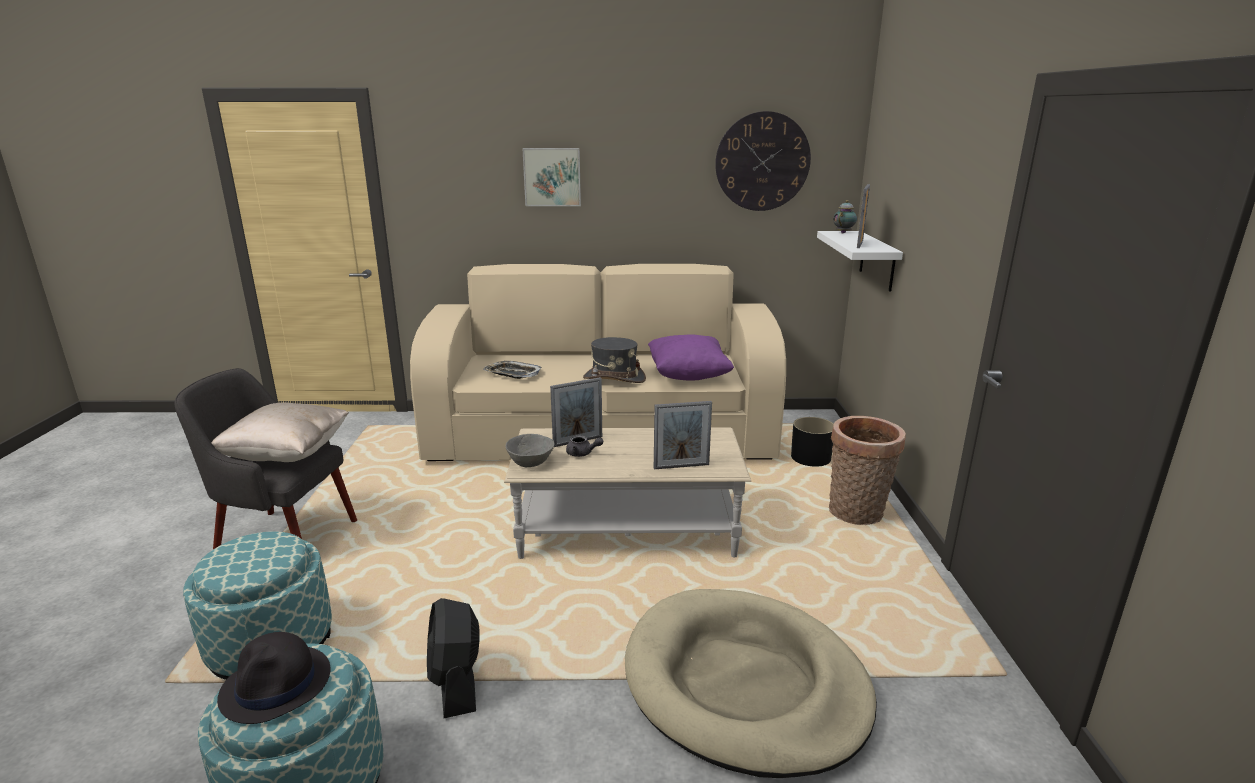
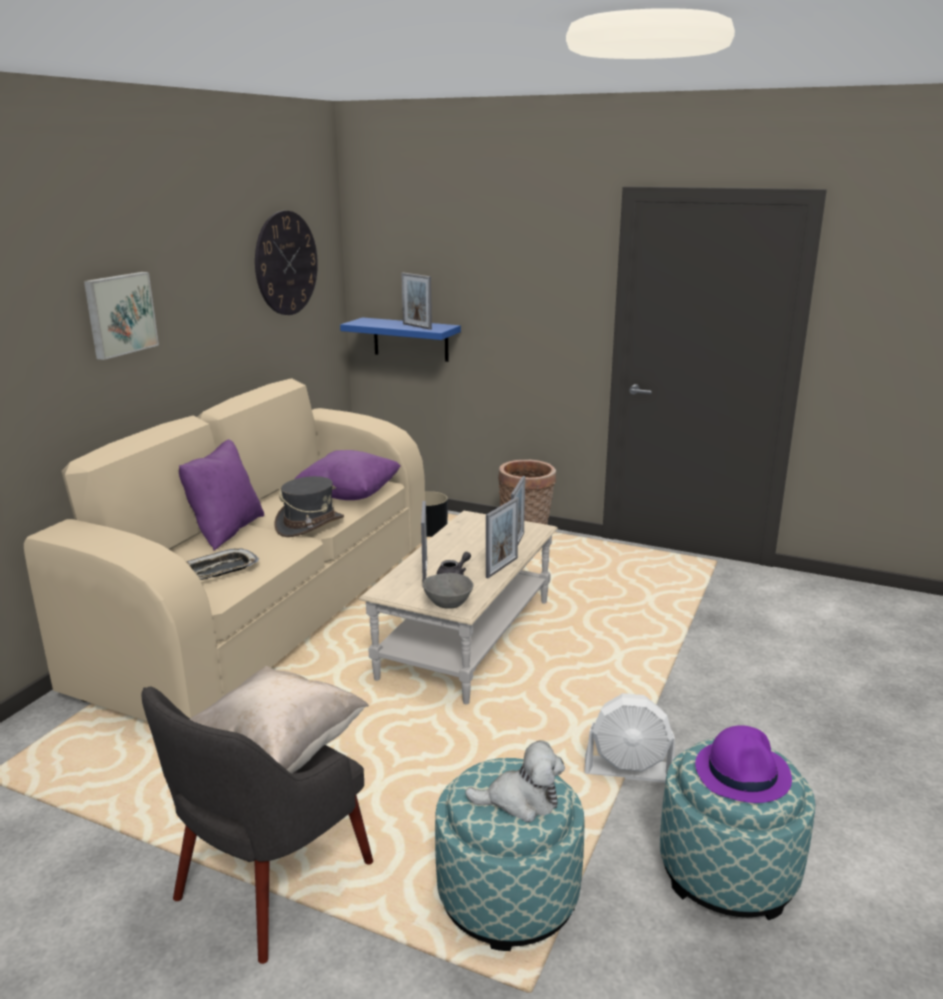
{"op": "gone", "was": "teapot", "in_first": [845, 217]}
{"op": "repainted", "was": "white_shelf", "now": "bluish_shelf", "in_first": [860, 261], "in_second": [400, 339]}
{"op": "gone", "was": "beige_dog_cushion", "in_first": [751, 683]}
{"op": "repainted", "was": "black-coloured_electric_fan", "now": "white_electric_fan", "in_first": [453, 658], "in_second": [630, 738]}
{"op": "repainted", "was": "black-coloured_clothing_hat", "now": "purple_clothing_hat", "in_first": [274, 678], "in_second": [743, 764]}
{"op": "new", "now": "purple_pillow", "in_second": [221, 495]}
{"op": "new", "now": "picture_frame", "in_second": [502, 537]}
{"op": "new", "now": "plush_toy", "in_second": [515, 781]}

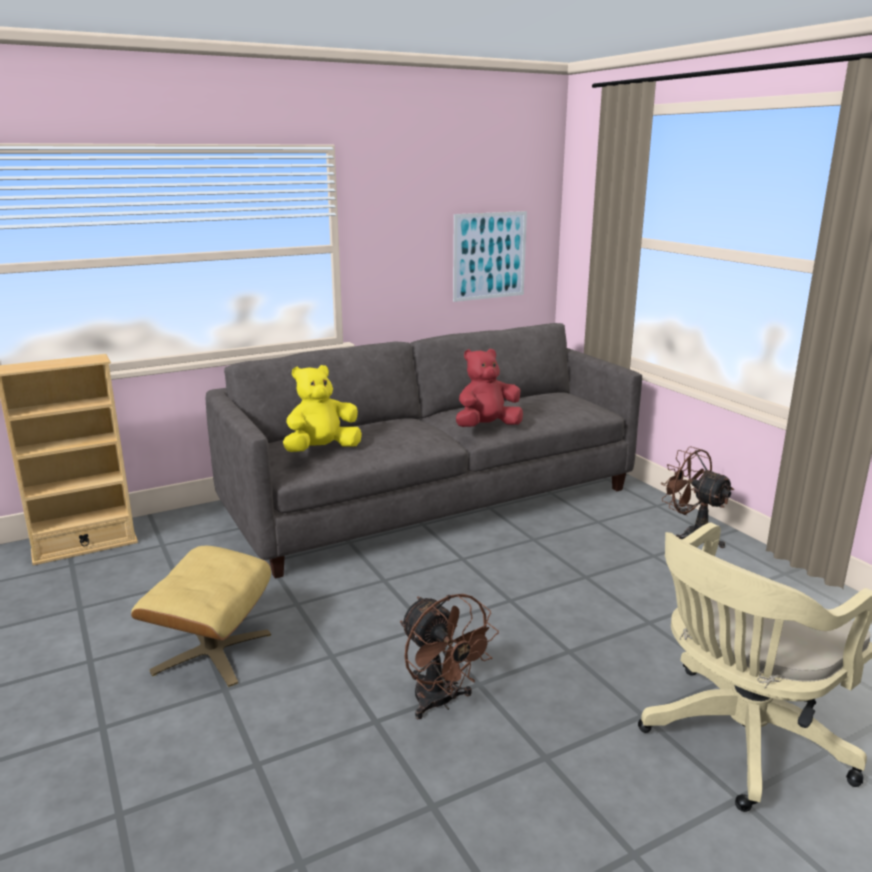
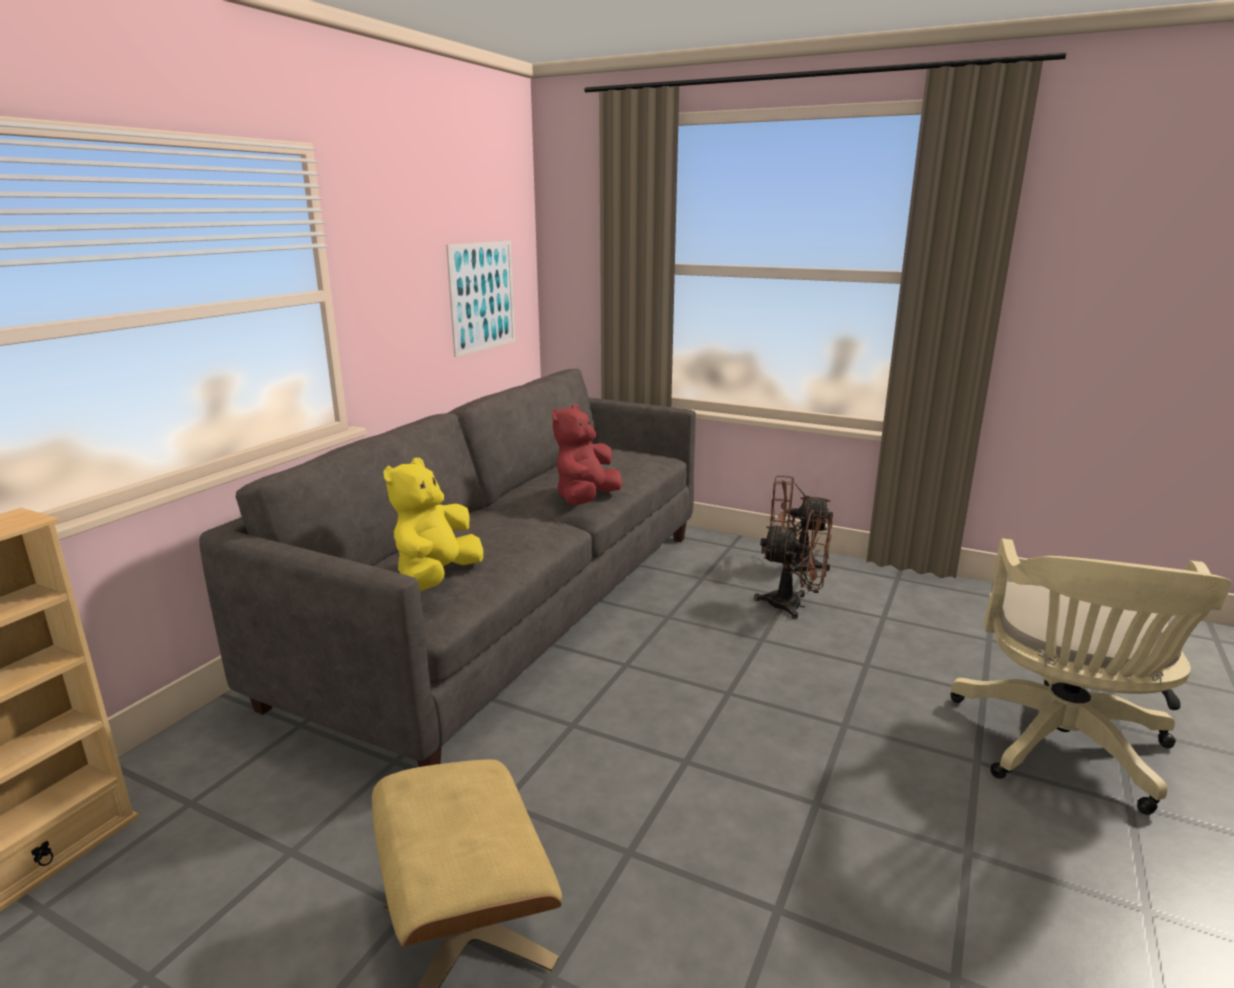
{"op": "shifted", "was": "brown-coloured_electric_fan", "in_first": [449, 656], "in_second": [793, 564]}

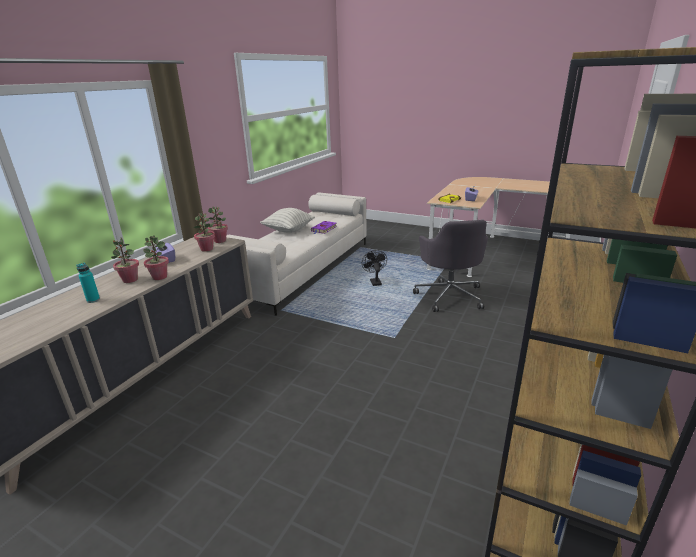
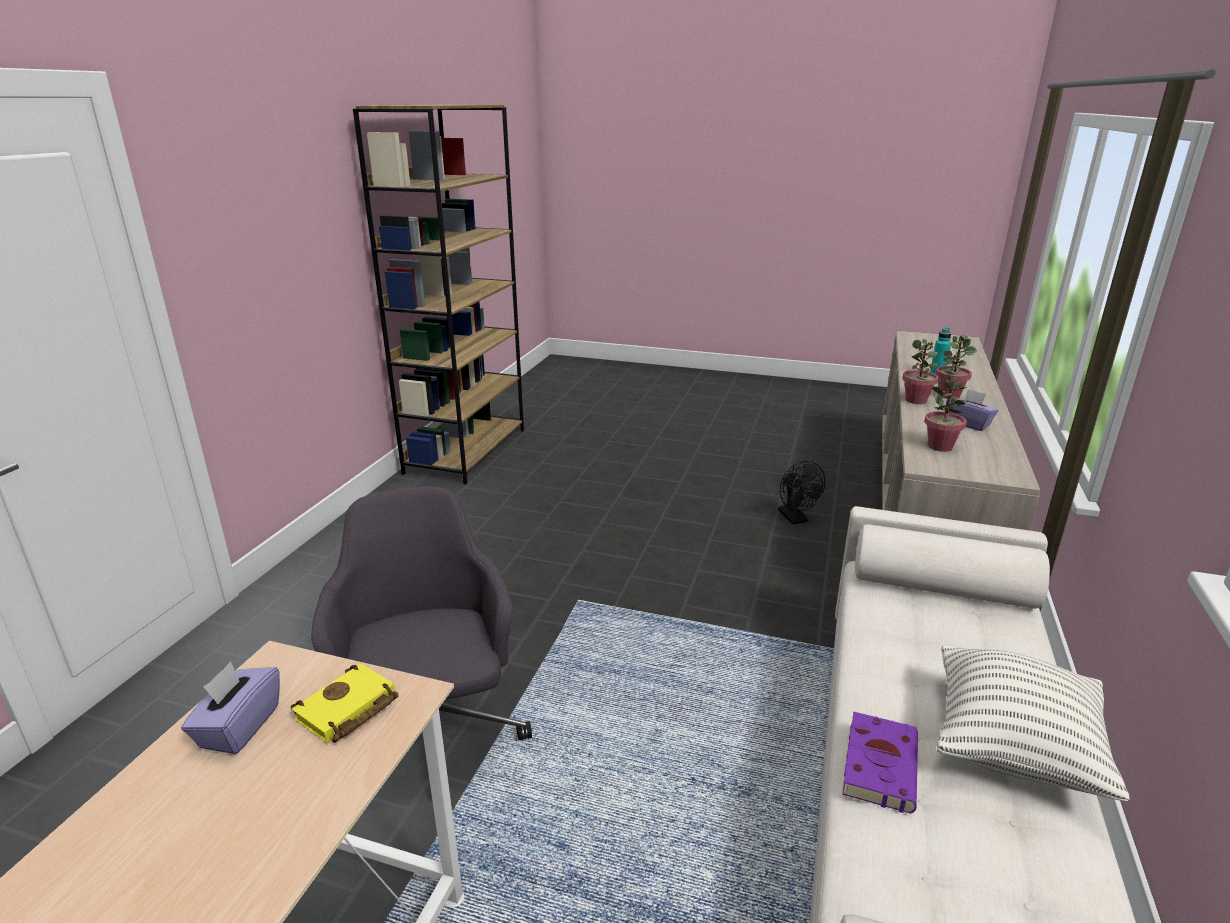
{"op": "gone", "was": "potted_plant", "in_first": [218, 224]}
{"op": "shifted", "was": "black-coloured_electric_fan", "in_first": [374, 268], "in_second": [802, 492]}

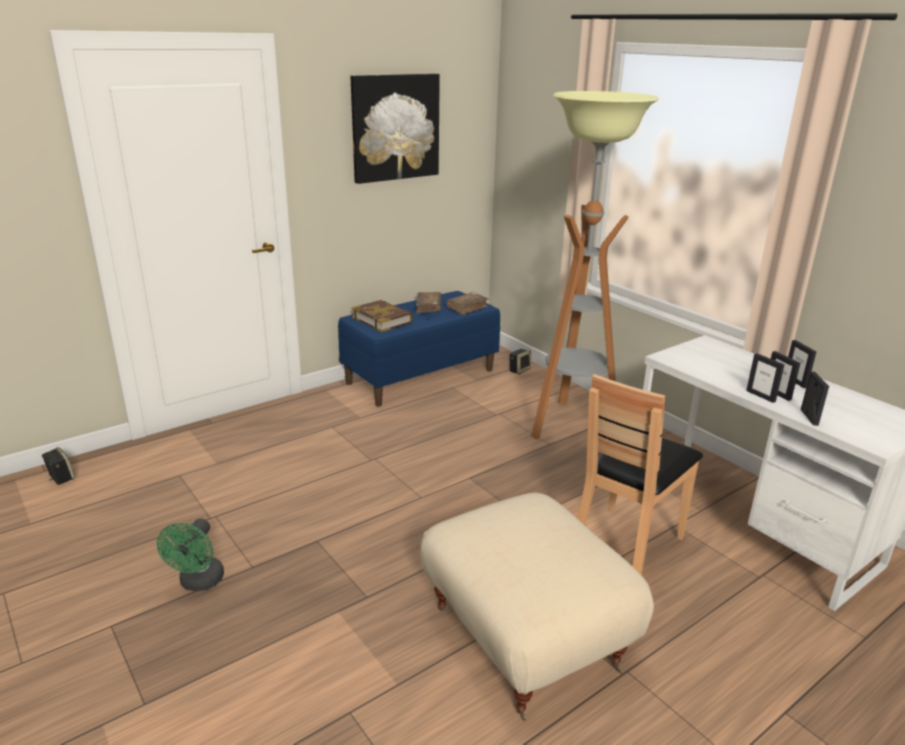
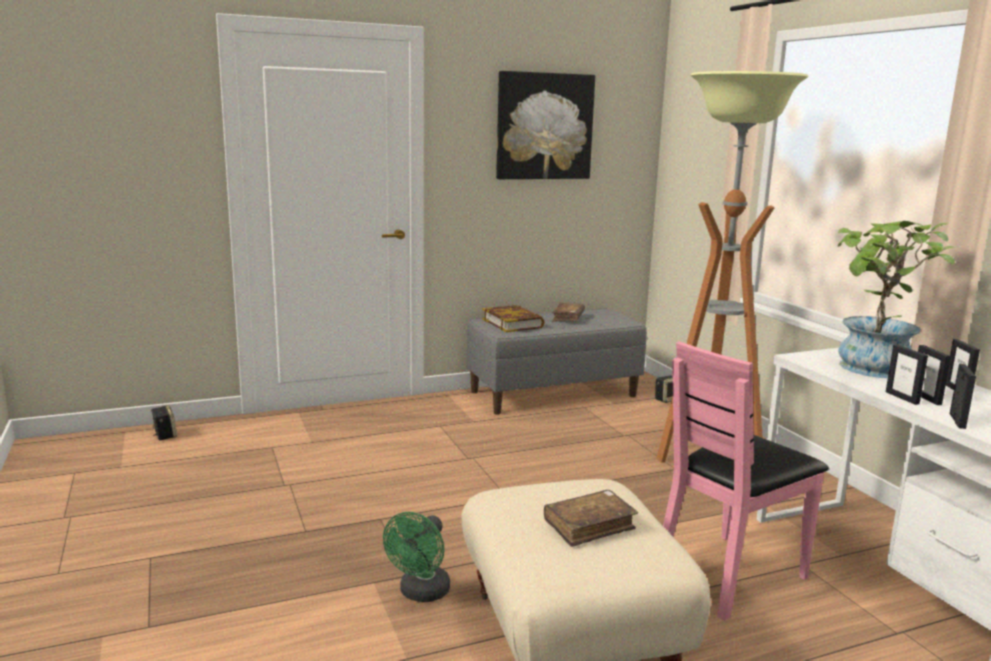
{"op": "repainted", "was": "bluish_bench", "now": "gray_bench", "in_first": [419, 349], "in_second": [556, 361]}
{"op": "shifted", "was": "brown-coloured_volume", "in_first": [467, 303], "in_second": [591, 518]}
{"op": "repainted", "was": "brown-coloured_chair", "now": "pink-coloured_chair", "in_first": [640, 474], "in_second": [746, 481]}
{"op": "shifted", "was": "greenish_electric_fan", "in_first": [190, 554], "in_second": [416, 557]}
{"op": "new", "now": "potted_plant", "in_second": [896, 299]}

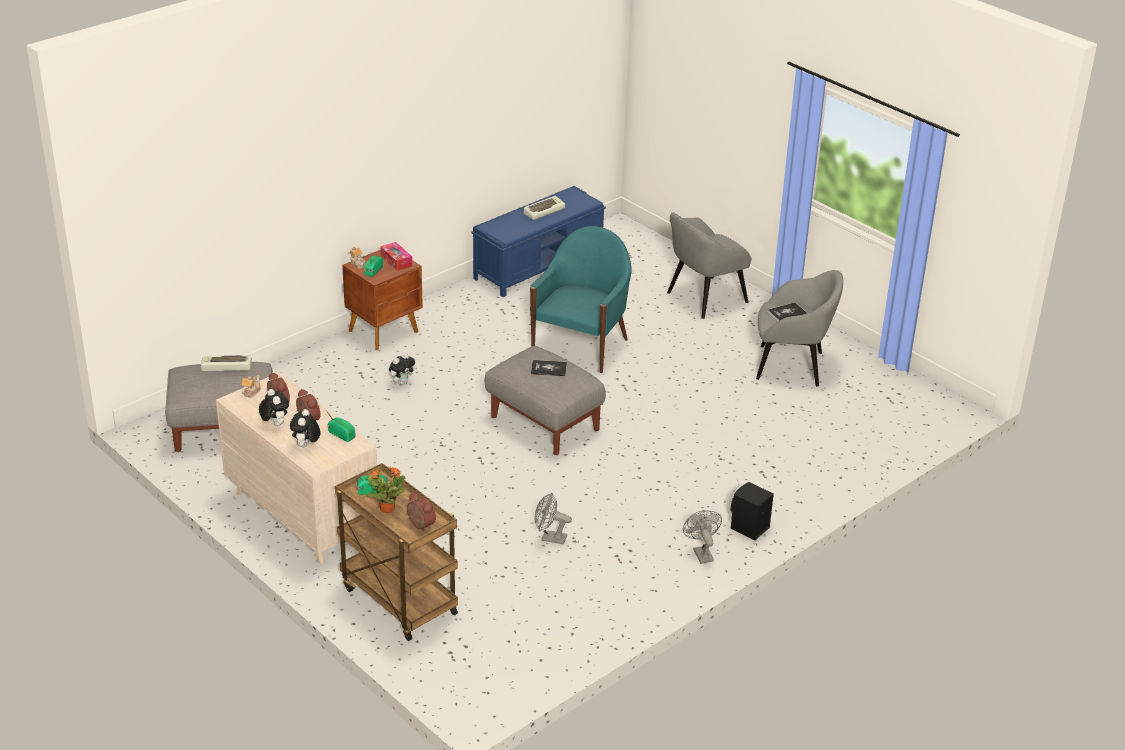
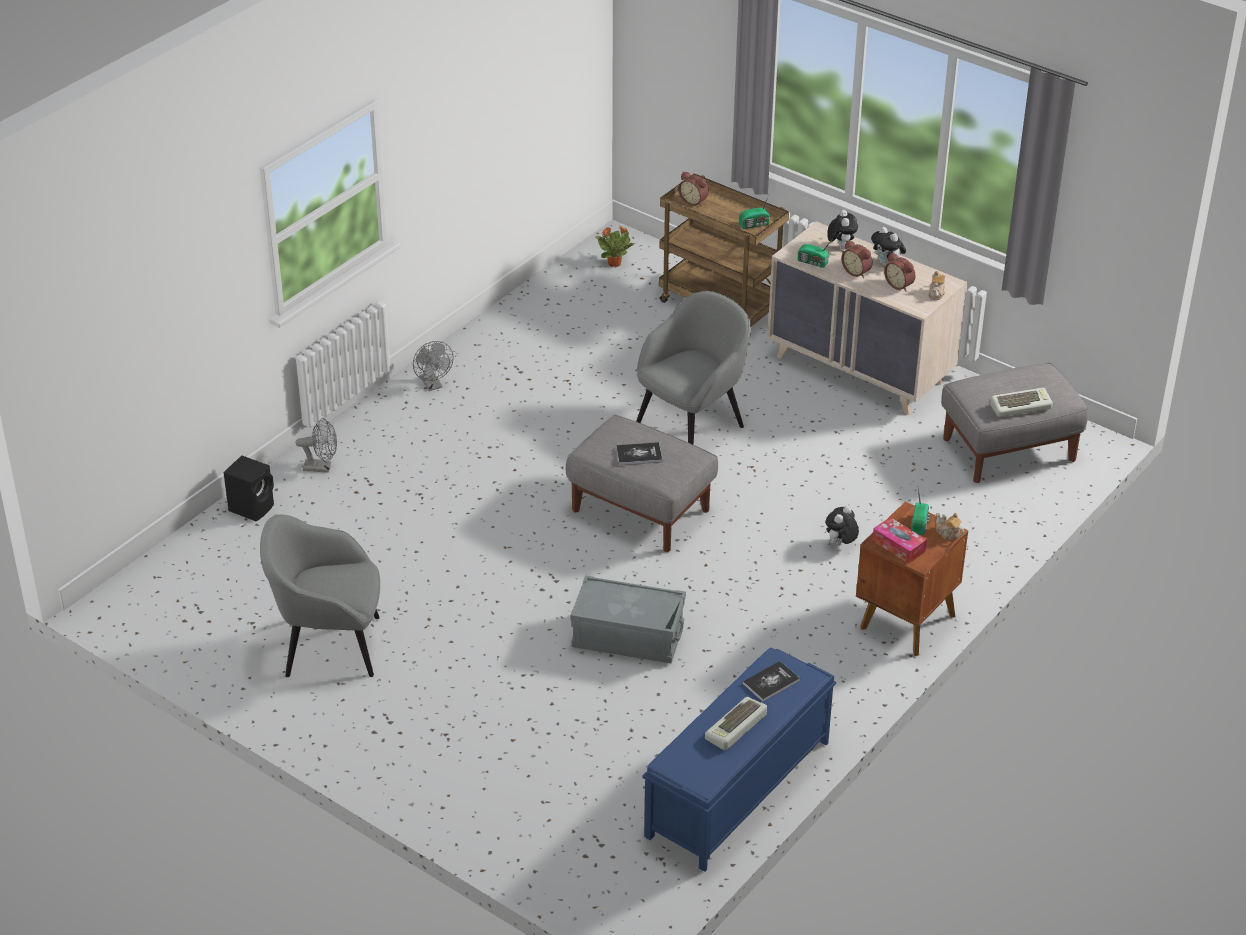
{"op": "shifted", "was": "gray_armchair", "in_first": [709, 266], "in_second": [693, 368]}
{"op": "swapped", "was": "turquoise_armchair", "now": "gray_storage_box", "in_first": [580, 299], "in_second": [628, 619]}
{"op": "shifted", "was": "volume", "in_first": [787, 311], "in_second": [771, 681]}
{"op": "shifted", "was": "potted_plant", "in_first": [386, 490], "in_second": [614, 246]}
{"op": "shifted", "was": "black-coloured_audio_speaker", "in_first": [752, 511], "in_second": [249, 488]}
{"op": "shifted", "was": "gray_electric_fan", "in_first": [553, 519], "in_second": [316, 445]}

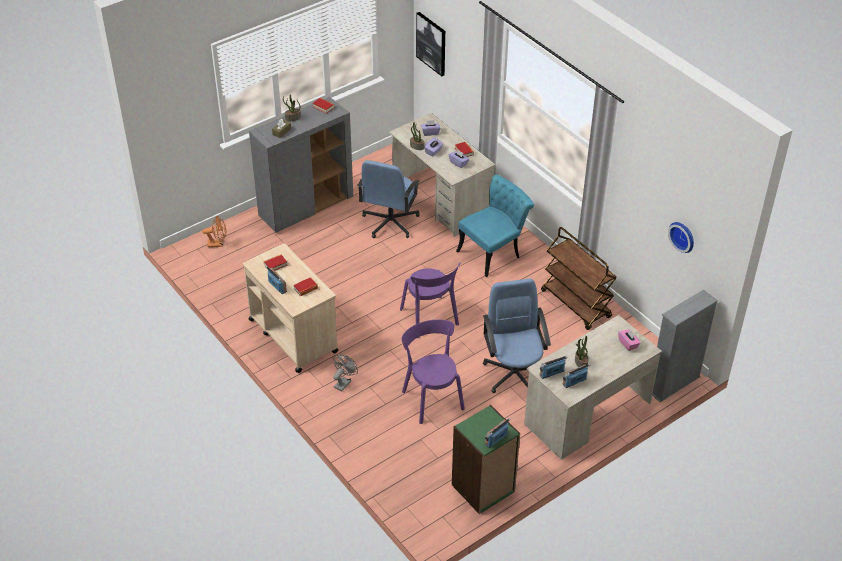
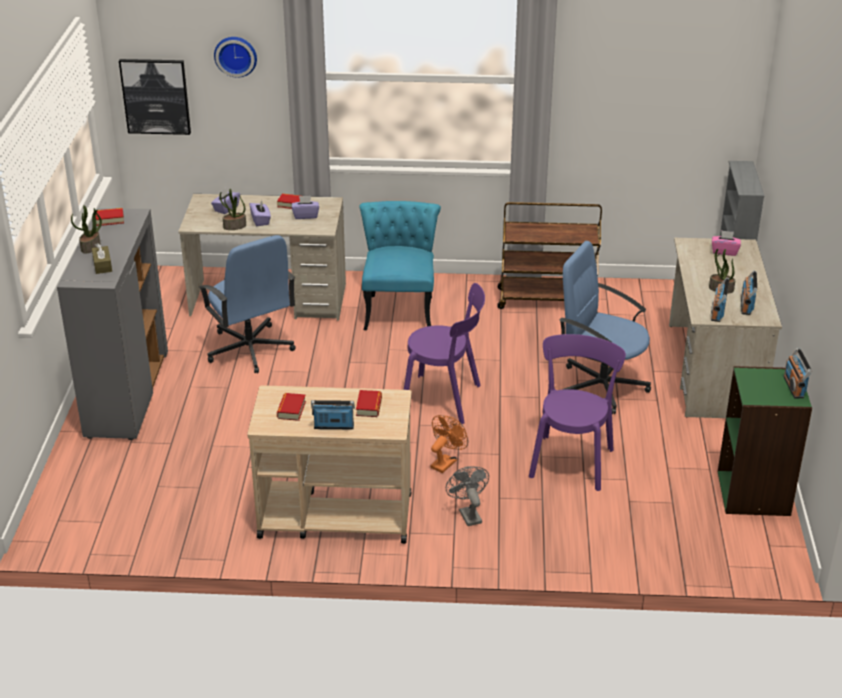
{"op": "shifted", "was": "orange_electric_fan", "in_first": [214, 231], "in_second": [449, 444]}
{"op": "shifted", "was": "wall_clock", "in_first": [681, 237], "in_second": [235, 57]}
{"op": "rotated", "was": "purple_chair", "in_first": [433, 372], "in_second": [577, 412], "clockwise": 90}

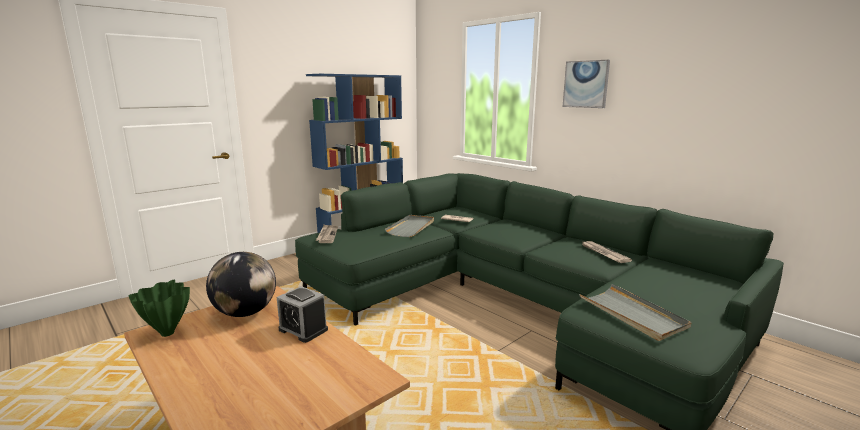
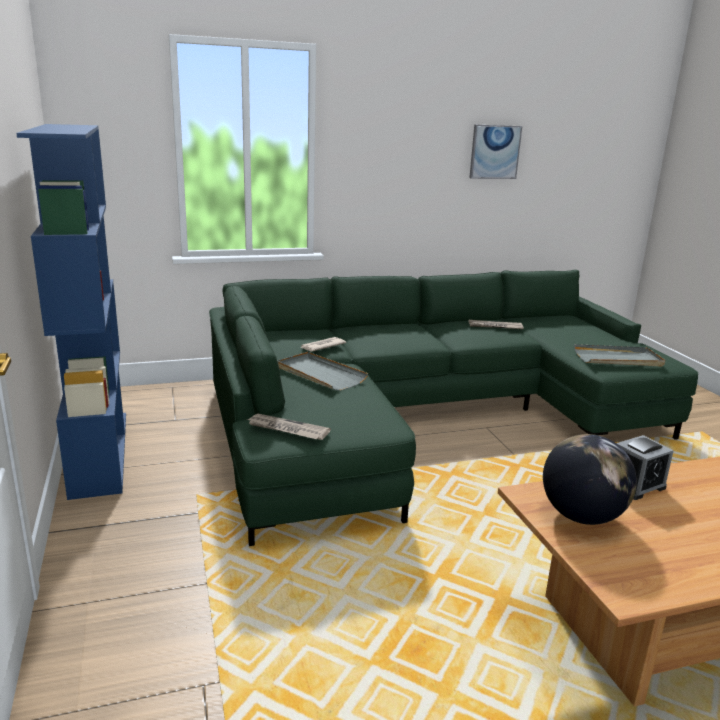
{"op": "shifted", "was": "wall_art", "in_first": [586, 84], "in_second": [495, 152]}
{"op": "gone", "was": "greenish_vase", "in_first": [159, 308]}

